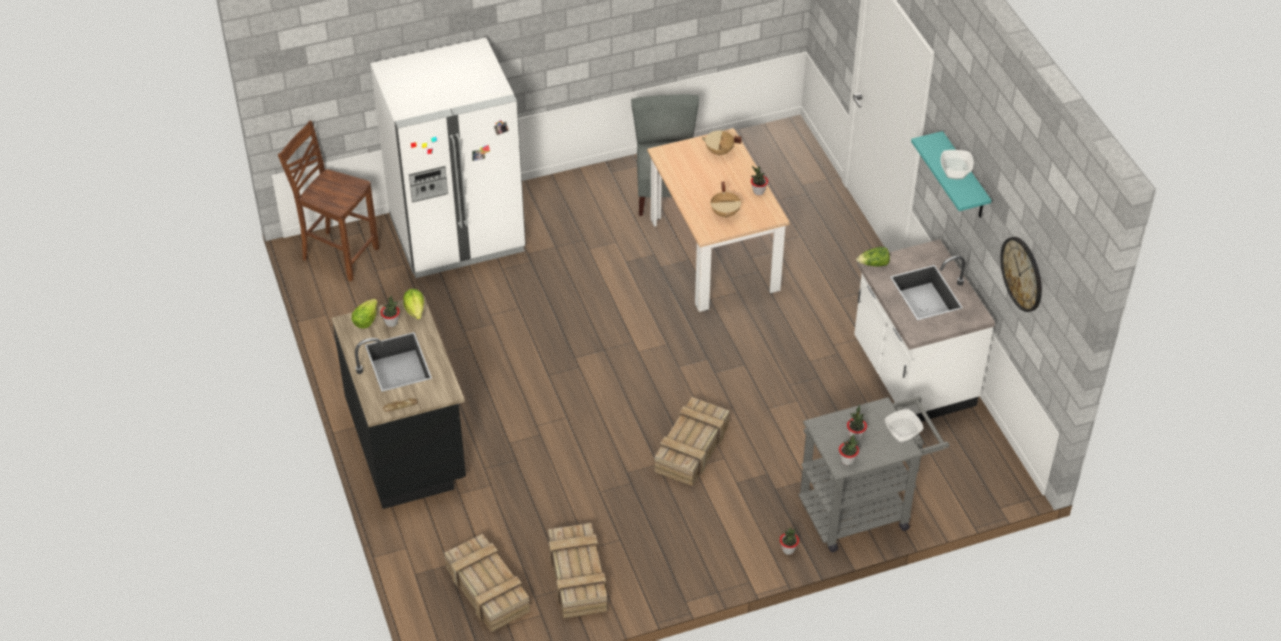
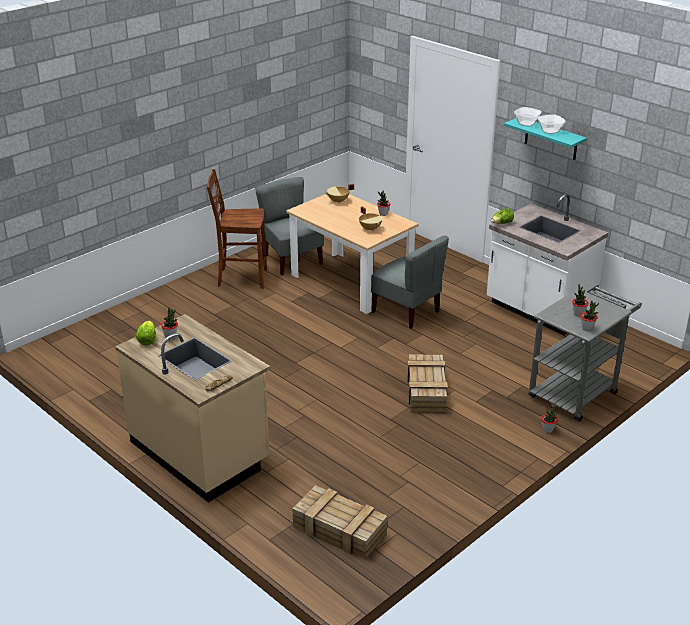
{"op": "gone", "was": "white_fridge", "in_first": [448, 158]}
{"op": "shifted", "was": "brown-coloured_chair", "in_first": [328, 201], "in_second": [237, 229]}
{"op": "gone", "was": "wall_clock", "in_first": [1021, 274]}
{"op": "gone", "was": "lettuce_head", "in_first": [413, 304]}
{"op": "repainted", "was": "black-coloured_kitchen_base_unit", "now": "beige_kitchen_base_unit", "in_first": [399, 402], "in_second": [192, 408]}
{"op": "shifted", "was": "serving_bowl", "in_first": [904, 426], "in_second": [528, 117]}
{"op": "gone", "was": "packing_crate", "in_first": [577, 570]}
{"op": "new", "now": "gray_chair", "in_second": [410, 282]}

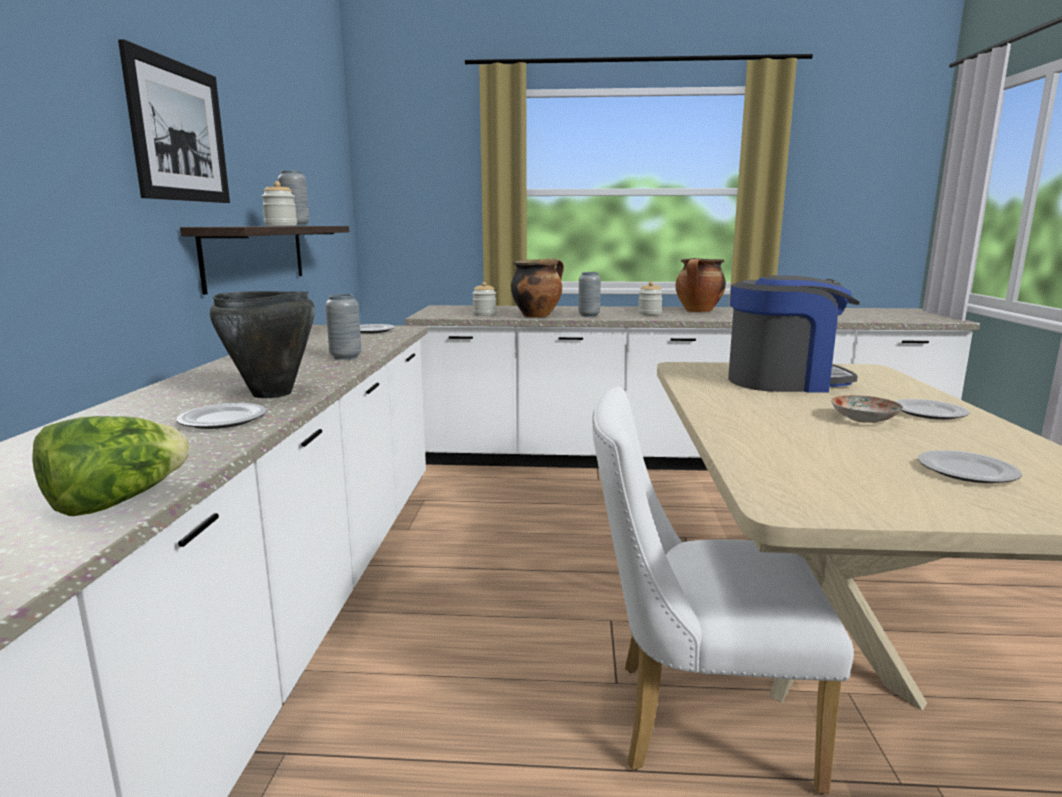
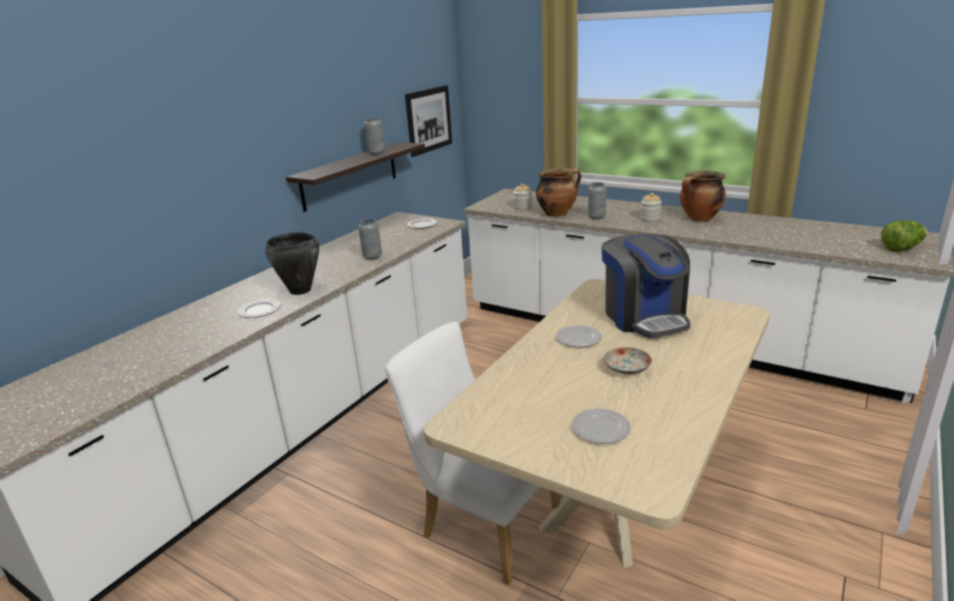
{"op": "shifted", "was": "wall_art", "in_first": [174, 121], "in_second": [428, 121]}
{"op": "gone", "was": "storage_jar", "in_first": [279, 203]}
{"op": "rotated", "was": "coffee_maker", "in_first": [794, 334], "in_second": [645, 286], "clockwise": 45}
{"op": "shifted", "was": "flat_dish", "in_first": [932, 409], "in_second": [579, 336]}
{"op": "shifted", "was": "lettuce_head", "in_first": [111, 466], "in_second": [904, 236]}

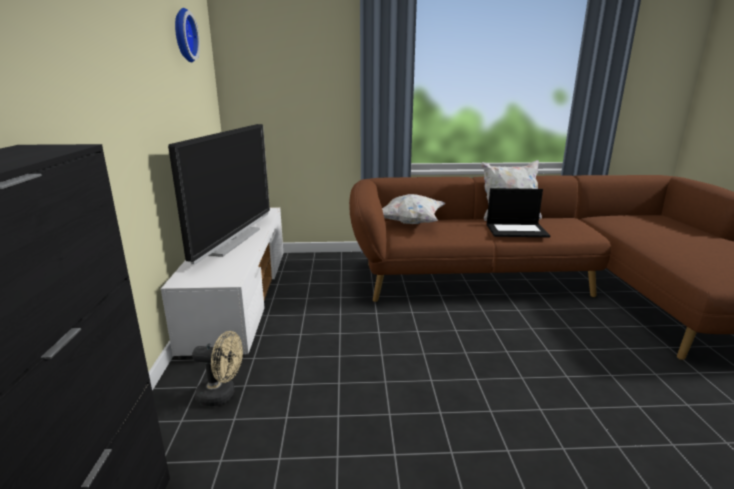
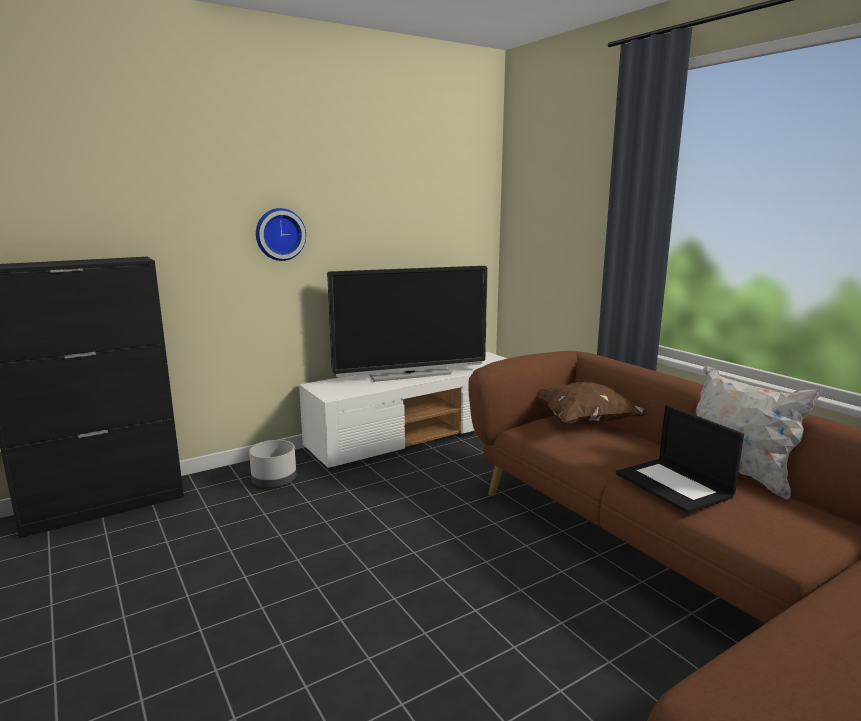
{"op": "shifted", "was": "wall_clock", "in_first": [187, 35], "in_second": [281, 234]}
{"op": "repainted", "was": "white_pillow", "now": "brown-coloured_pillow", "in_first": [414, 209], "in_second": [592, 403]}
{"op": "swapped", "was": "beige_electric_fan", "now": "gray_planter", "in_first": [217, 369], "in_second": [272, 464]}

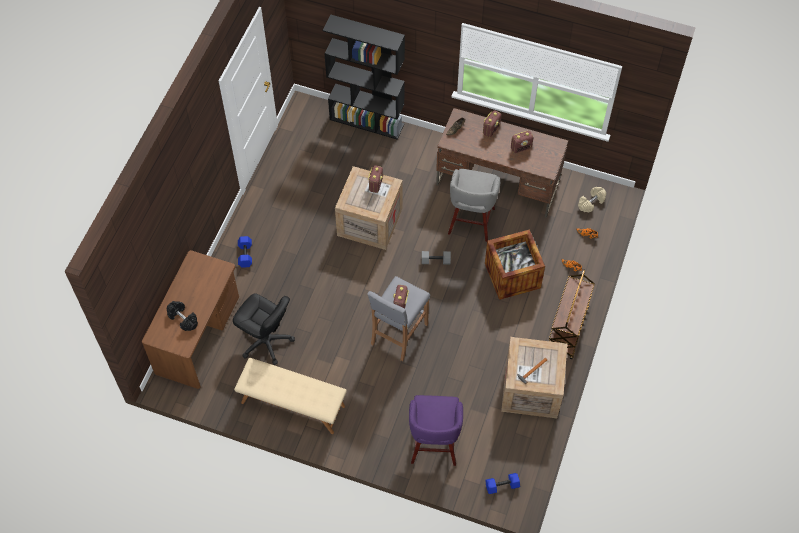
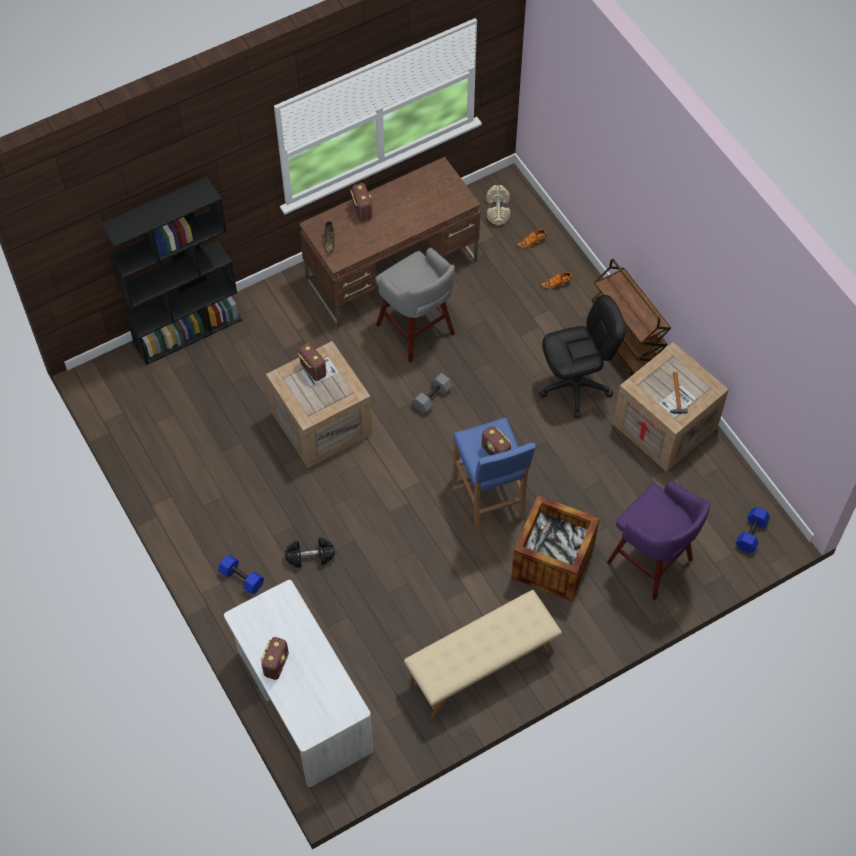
{"op": "shifted", "was": "radio_receiver", "in_first": [522, 142], "in_second": [275, 658]}
{"op": "shifted", "was": "packing_crate", "in_first": [515, 265], "in_second": [555, 548]}
{"op": "repainted", "was": "brown-coloured_desk_unit", "now": "white_desk_unit", "in_first": [190, 319], "in_second": [298, 683]}
{"op": "repainted", "was": "gray_sitting_stool", "now": "bluish_sitting_stool", "in_first": [398, 318], "in_second": [494, 475]}
{"op": "shifted", "was": "black-coloured_computer_chair", "in_first": [264, 329], "in_second": [582, 356]}
{"op": "shifted", "was": "black-coloured_hand_weight", "in_first": [182, 316], "in_second": [310, 553]}

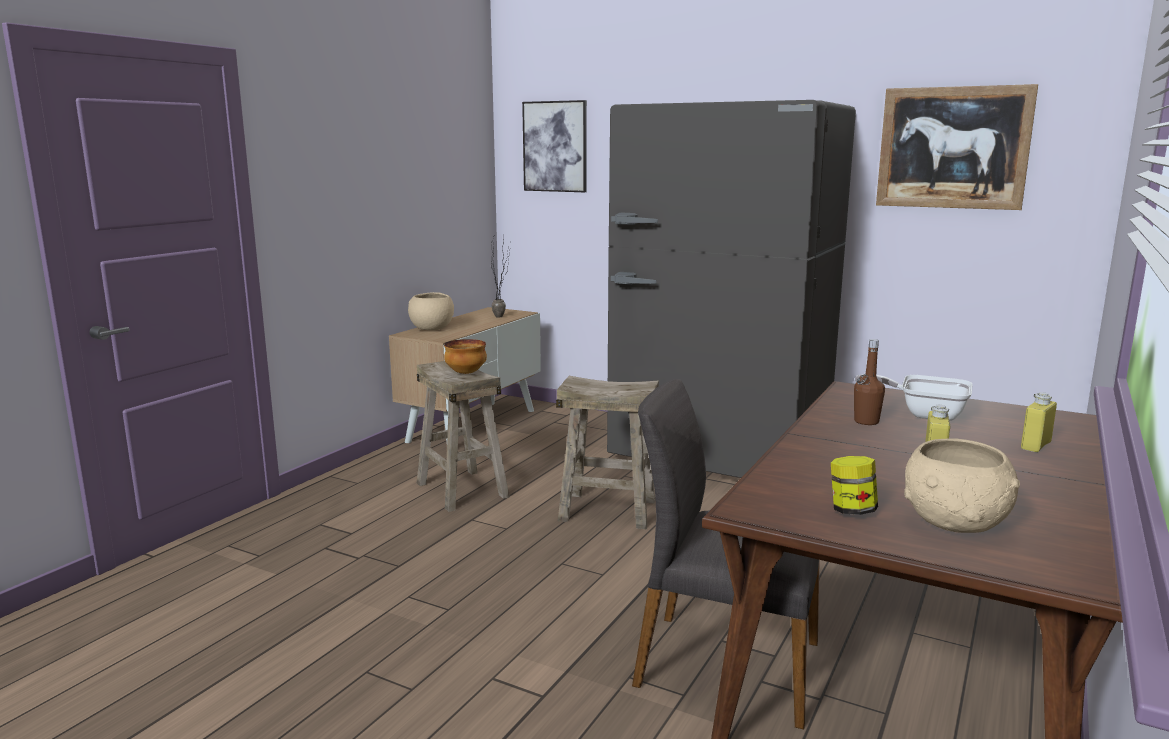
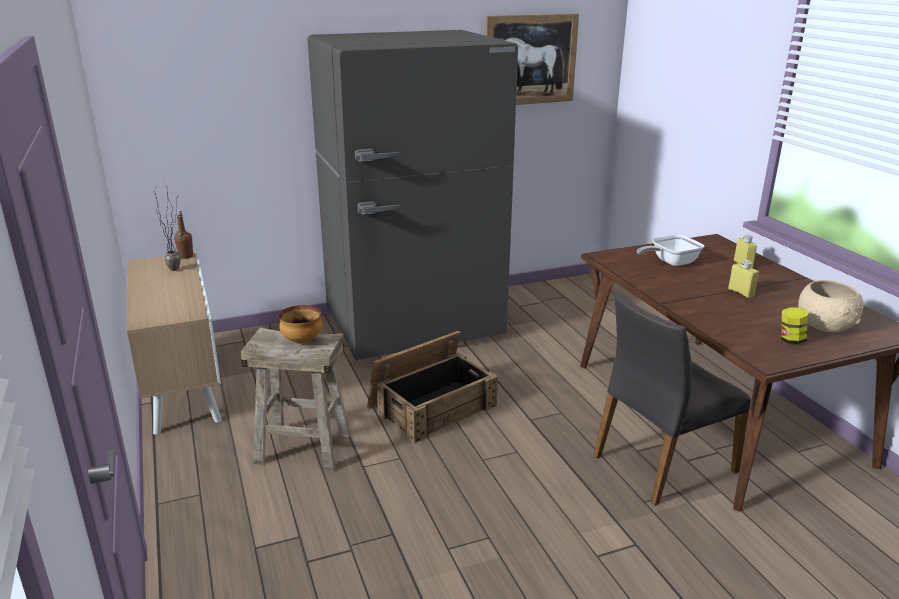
{"op": "gone", "was": "wall_art", "in_first": [554, 146]}
{"op": "gone", "was": "beige_serving_bowl", "in_first": [431, 311]}
{"op": "shifted", "was": "brown-coloured_bottle", "in_first": [869, 382], "in_second": [183, 234]}
{"op": "swapped", "was": "beige_sitting_stool", "now": "packing_crate", "in_first": [607, 452], "in_second": [432, 387]}

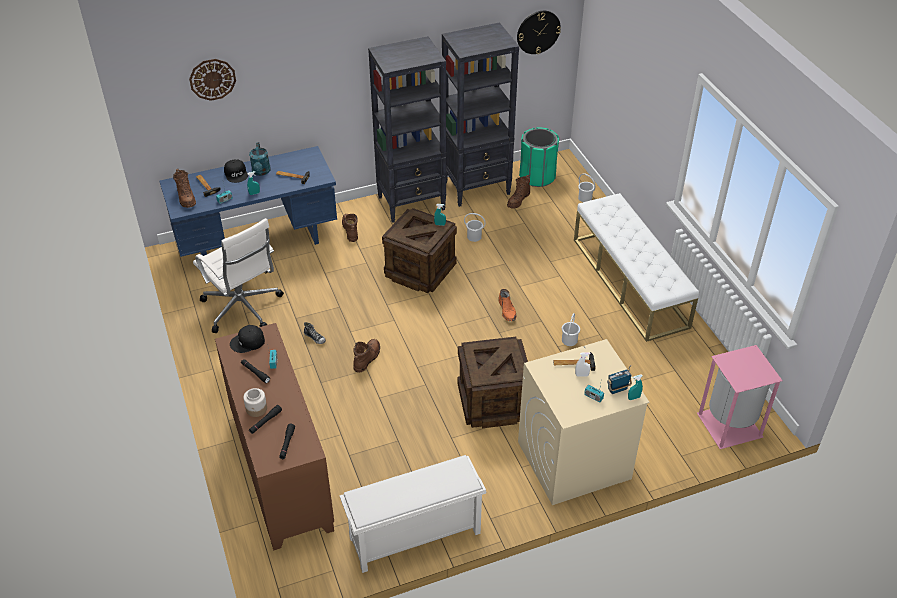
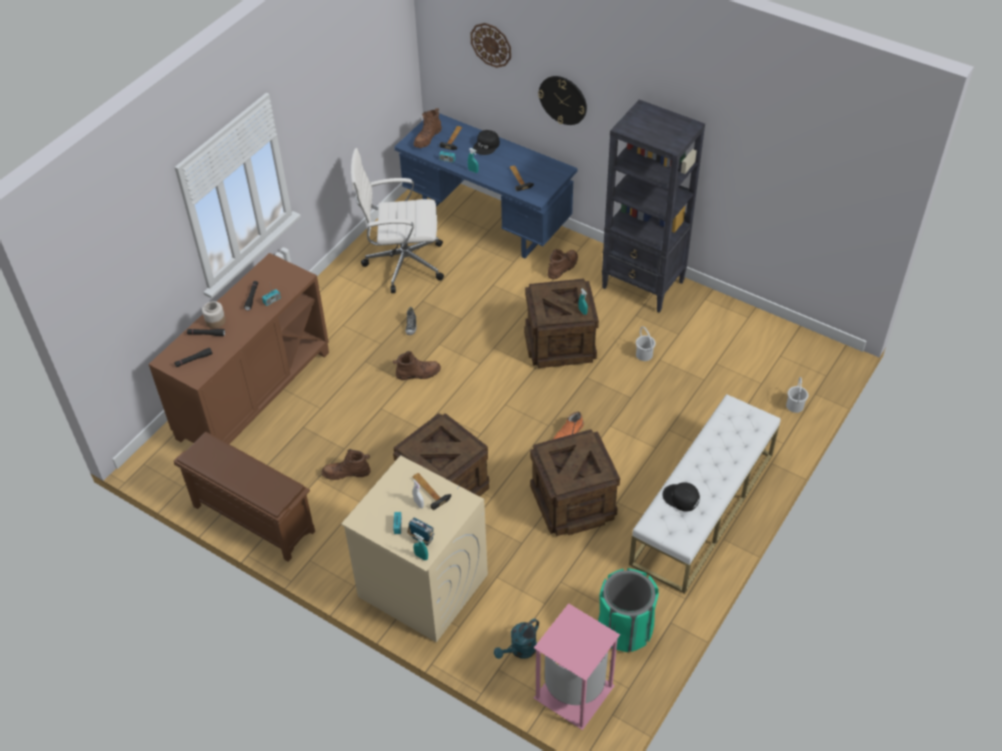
{"op": "shifted", "was": "wall_clock", "in_first": [539, 32], "in_second": [562, 100]}
{"op": "gone", "was": "black-coloured_bookcase", "in_first": [480, 114]}
{"op": "shifted", "was": "greenish_trash_can", "in_first": [539, 157], "in_second": [628, 610]}
{"op": "shifted", "was": "turquoise_watering_pot", "in_first": [260, 159], "in_second": [516, 638]}
{"op": "shifted", "was": "brown-coloured_tall_boot", "in_first": [518, 191], "in_second": [346, 464]}
{"op": "rotated", "was": "white_computer_chair", "in_first": [238, 275], "in_second": [397, 220], "clockwise": 75}
{"op": "swapped", "was": "white_water_bucket", "now": "packing_crate", "in_first": [571, 329], "in_second": [575, 482]}
{"op": "shifted", "was": "black-coloured_baseball_cap", "in_first": [247, 339], "in_second": [681, 496]}
{"op": "repainted", "was": "white_shoe_shelf", "now": "brown-coloured_shoe_shelf", "in_first": [412, 514], "in_second": [244, 497]}

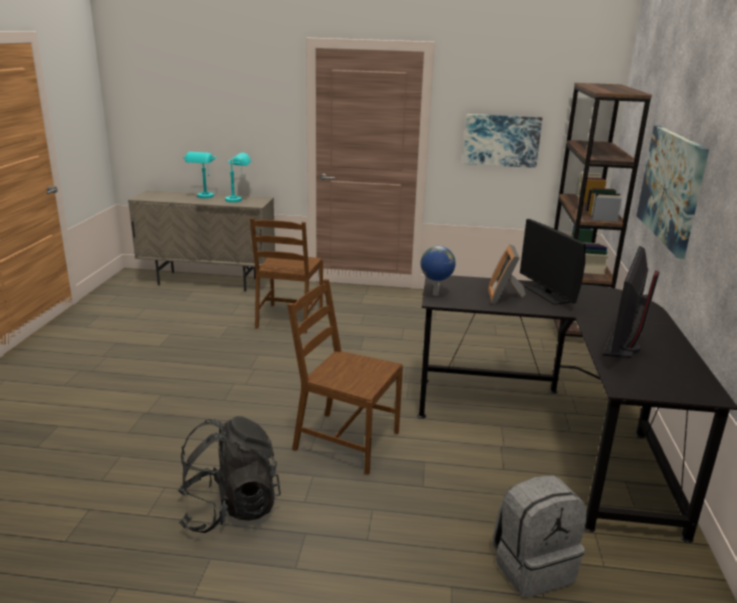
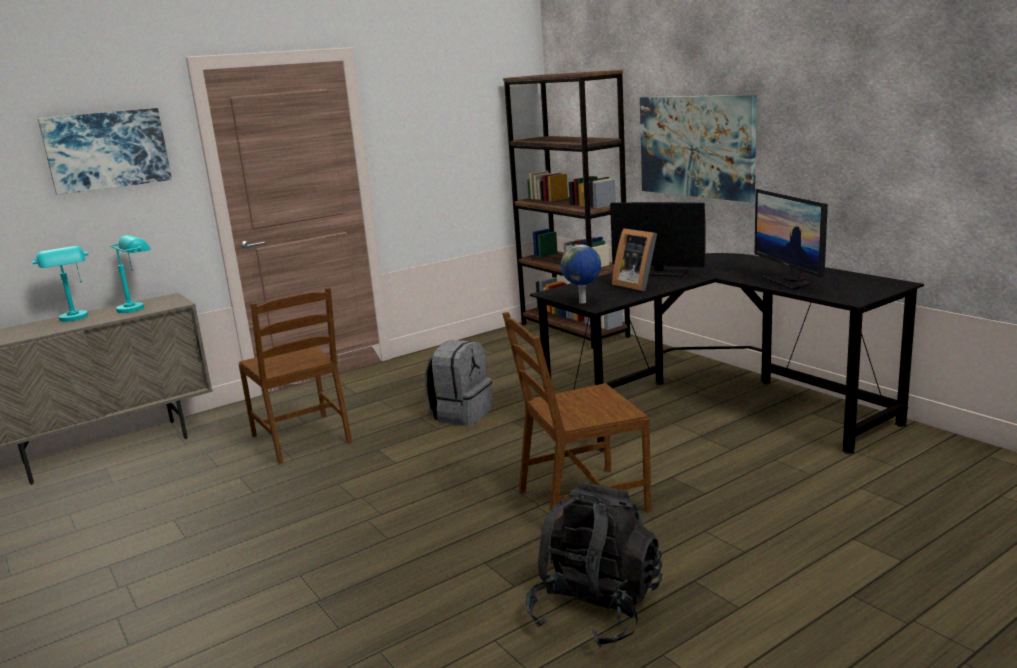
{"op": "shifted", "was": "wall_art", "in_first": [502, 141], "in_second": [105, 151]}
{"op": "shifted", "was": "gray_backpack", "in_first": [540, 536], "in_second": [459, 383]}

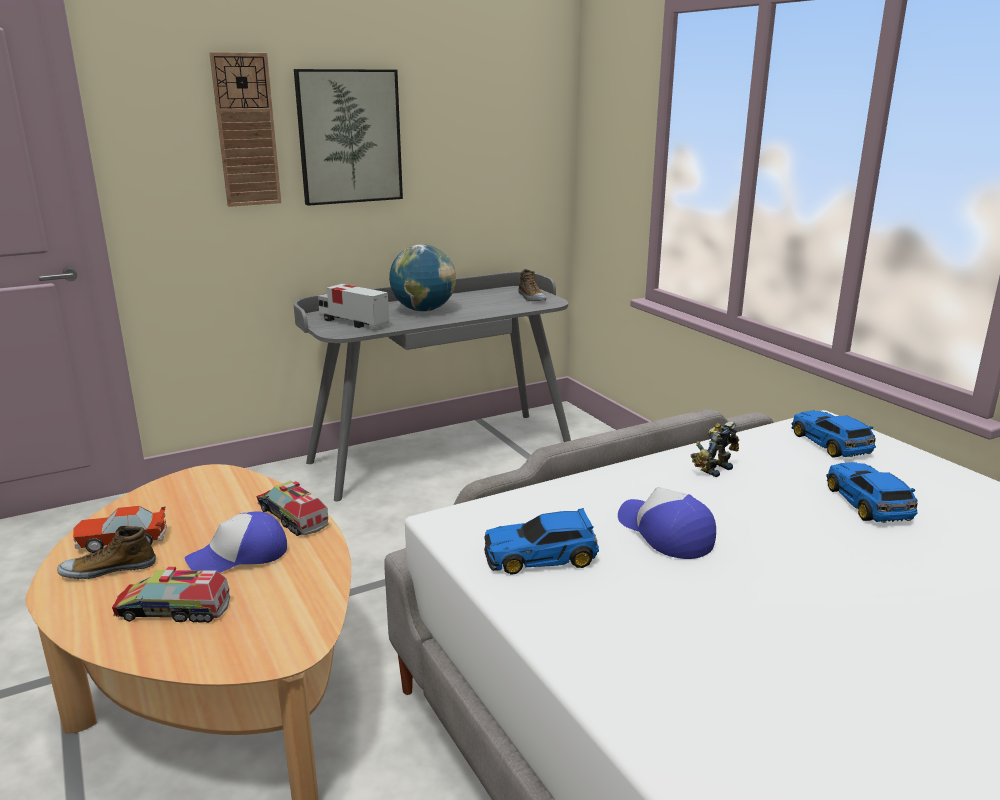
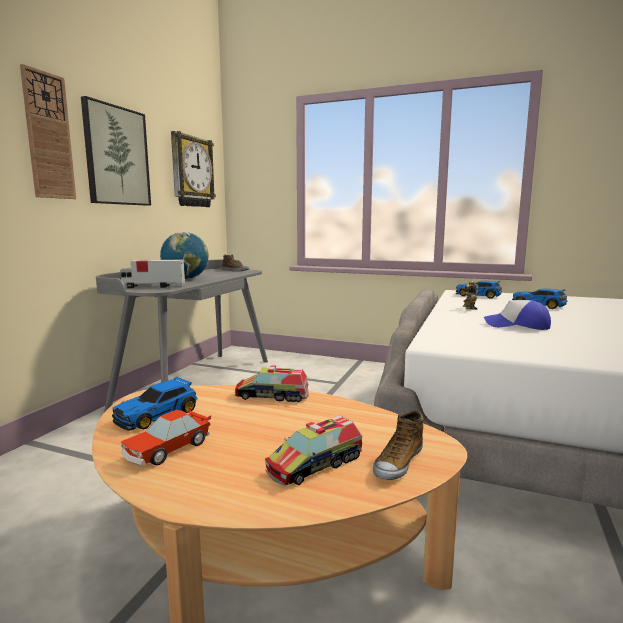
{"op": "shifted", "was": "model_car", "in_first": [541, 541], "in_second": [155, 404]}
{"op": "gone", "was": "baseball_cap", "in_first": [236, 542]}
{"op": "shifted", "was": "low_shoe", "in_first": [106, 552], "in_second": [398, 445]}
{"op": "new", "now": "wall_clock", "in_second": [193, 169]}

